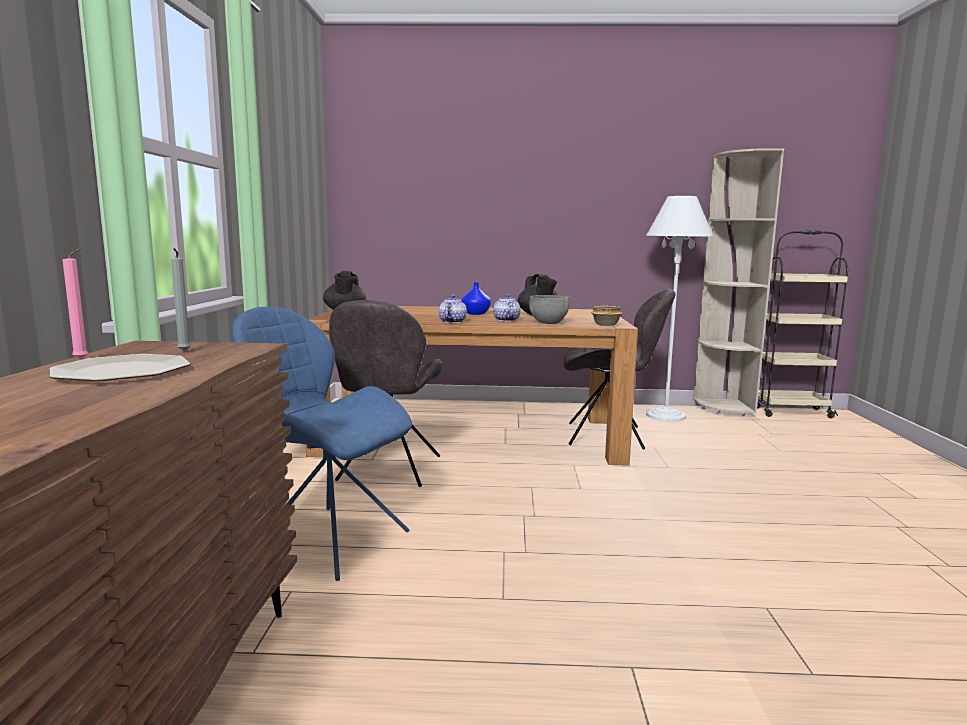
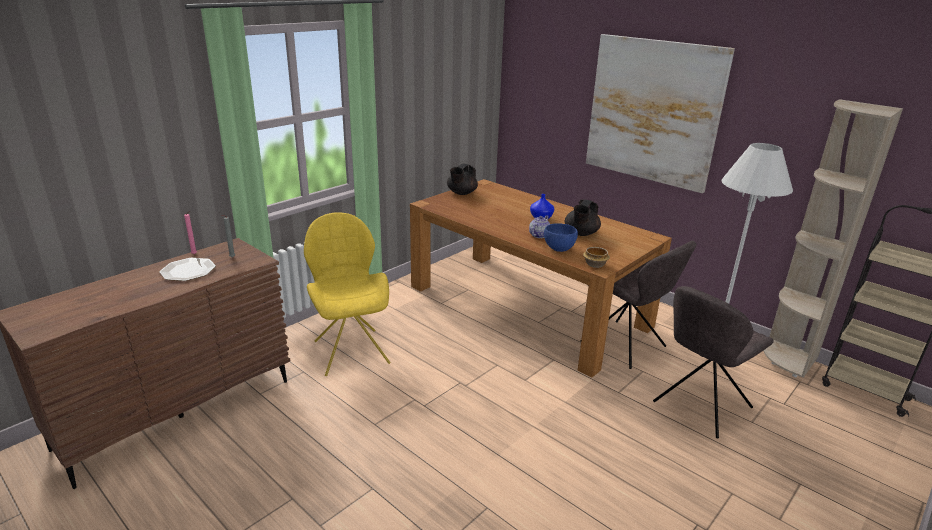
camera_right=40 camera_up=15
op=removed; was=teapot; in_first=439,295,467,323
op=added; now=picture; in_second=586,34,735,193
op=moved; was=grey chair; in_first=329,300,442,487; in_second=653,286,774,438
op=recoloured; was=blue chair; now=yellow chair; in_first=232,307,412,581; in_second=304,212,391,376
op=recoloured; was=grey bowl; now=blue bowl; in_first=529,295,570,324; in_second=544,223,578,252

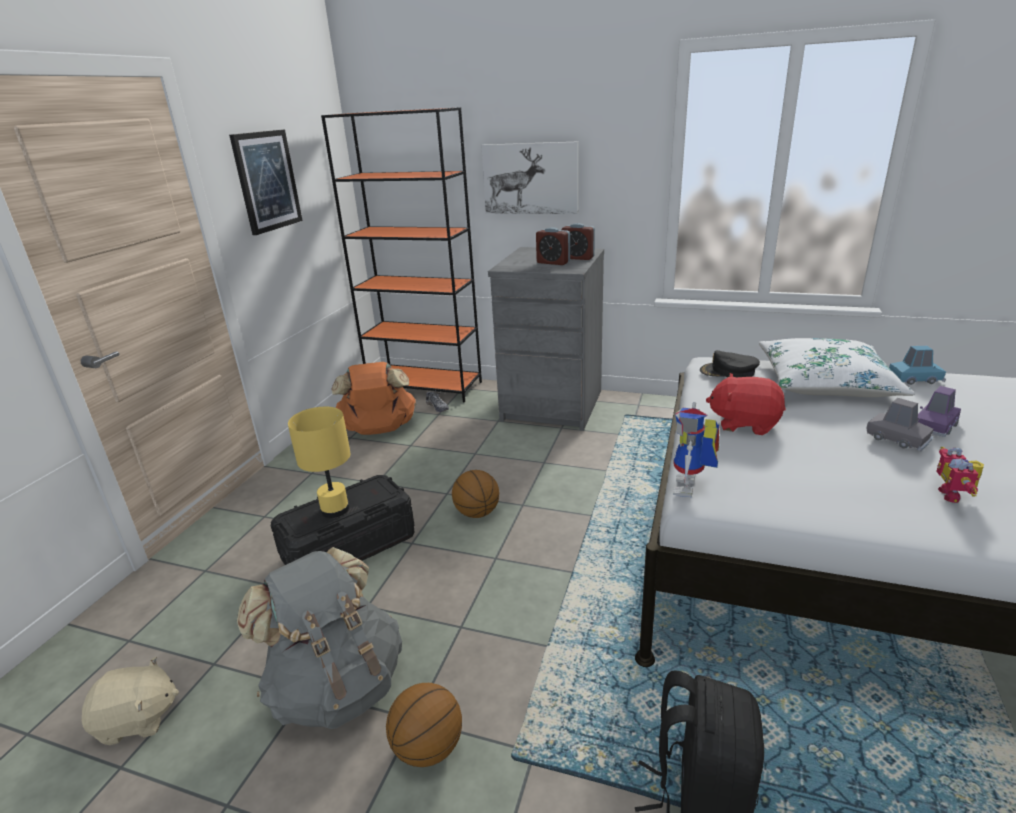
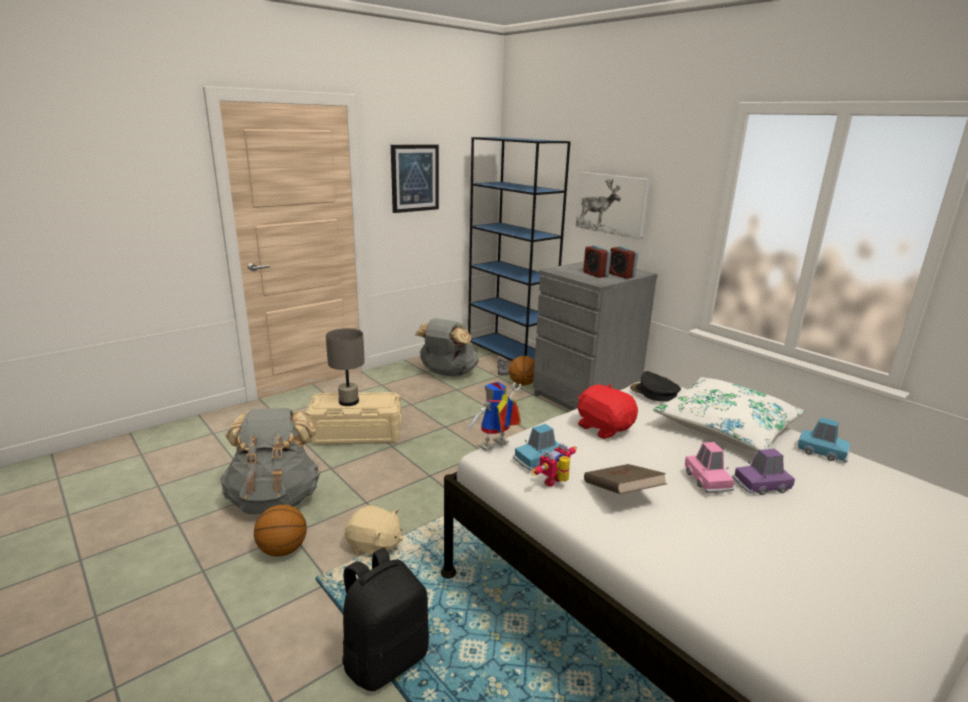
camera_right=30 camera_up=-5
op=added; now=blue toy car; in_second=513,424,564,470
op=added; now=brown book; in_second=584,464,667,494
op=moved; was=beige plush toy; in_first=82,656,179,745; in_second=345,505,403,556
op=moved; was=basketball; in_first=452,470,499,518; in_second=509,356,535,386
op=moved; was=toy robot; in_first=937,447,984,503; in_second=531,444,577,487
op=recoloured; was=black storage box; now=beige storage box; in_first=271,475,415,565; in_second=306,391,401,445
op=recoloured; was=yellow table lamp; now=grey table lamp; in_first=288,407,350,518; in_second=326,328,365,406
op=recoloured; was=orange bookcase; now=blue bookcase; in_first=321,107,482,402; in_second=468,137,571,361
op=recoloured; was=orange backpack; now=grey backpack; in_first=332,362,416,435; in_second=415,318,479,377
op=recoloured; was=grey toy car; now=pink toy car; in_first=867,398,933,451; in_second=685,442,735,494

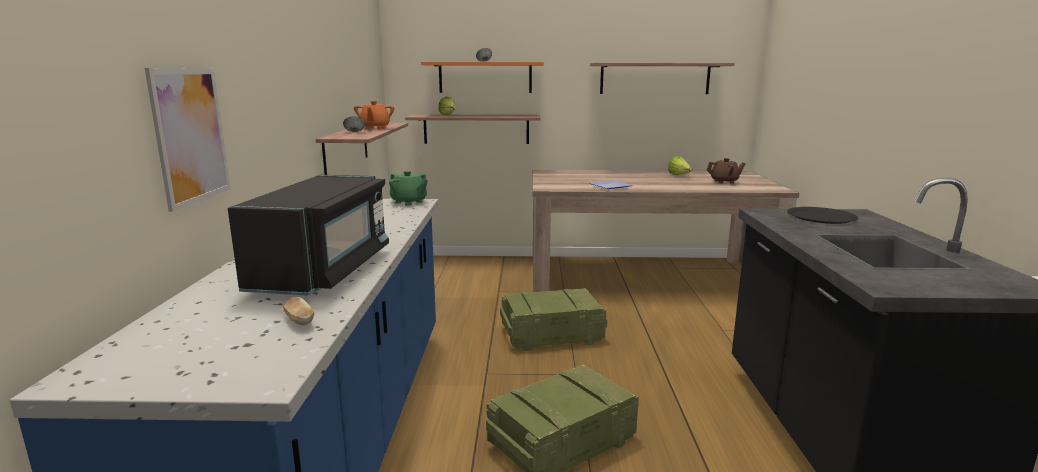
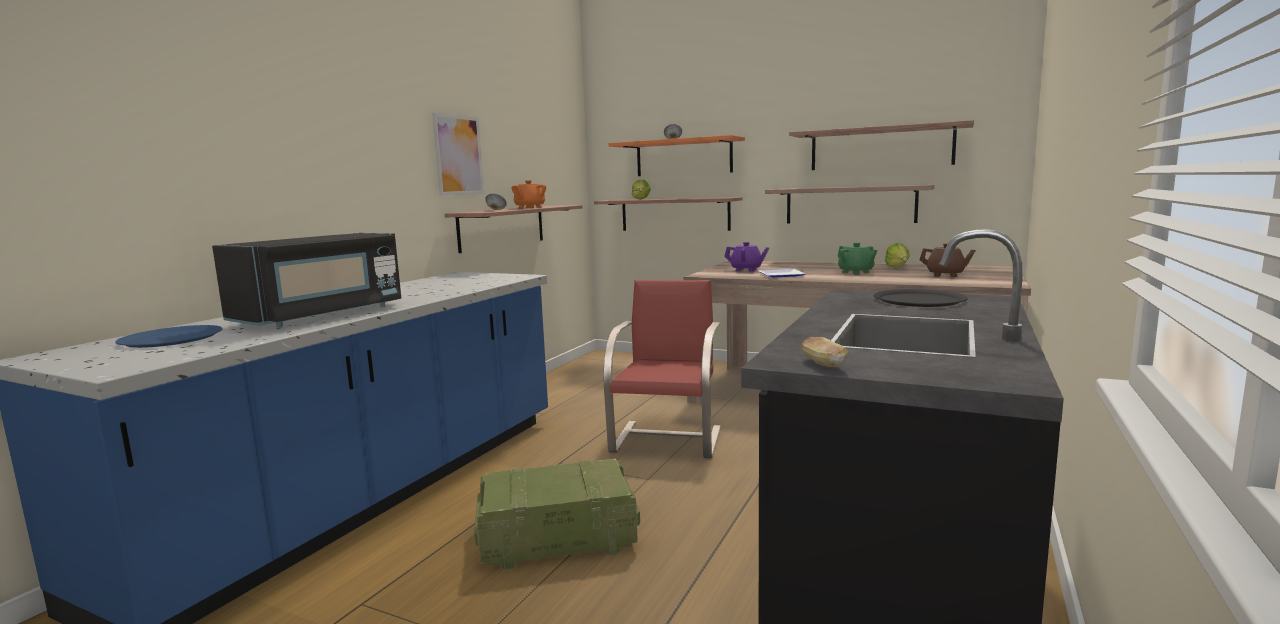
camera_right=25 camera_up=-5
op=added; now=blue plate; in_second=115,325,223,348
op=added; now=purple teapot; in_second=724,242,769,272
op=added; now=shelf; in_second=765,185,935,224
op=moved; was=picture; in_first=145,68,230,212; in_second=432,112,484,196
op=moved; was=bread; in_first=283,297,314,325; in_second=802,337,848,367
op=moved; was=green teapot; in_first=389,171,428,206; in_second=837,242,877,274
op=replaced; was=crate; now=red chair; in_first=500,289,607,351; in_second=603,280,721,459

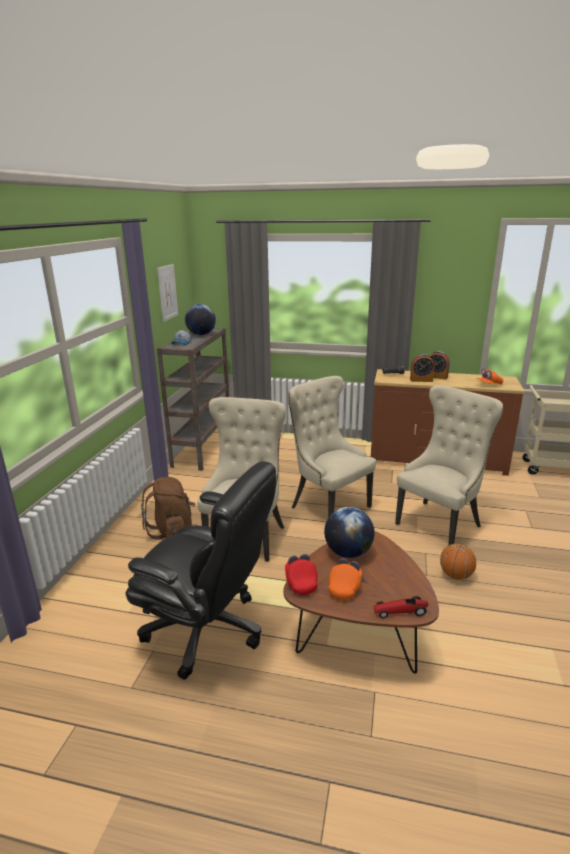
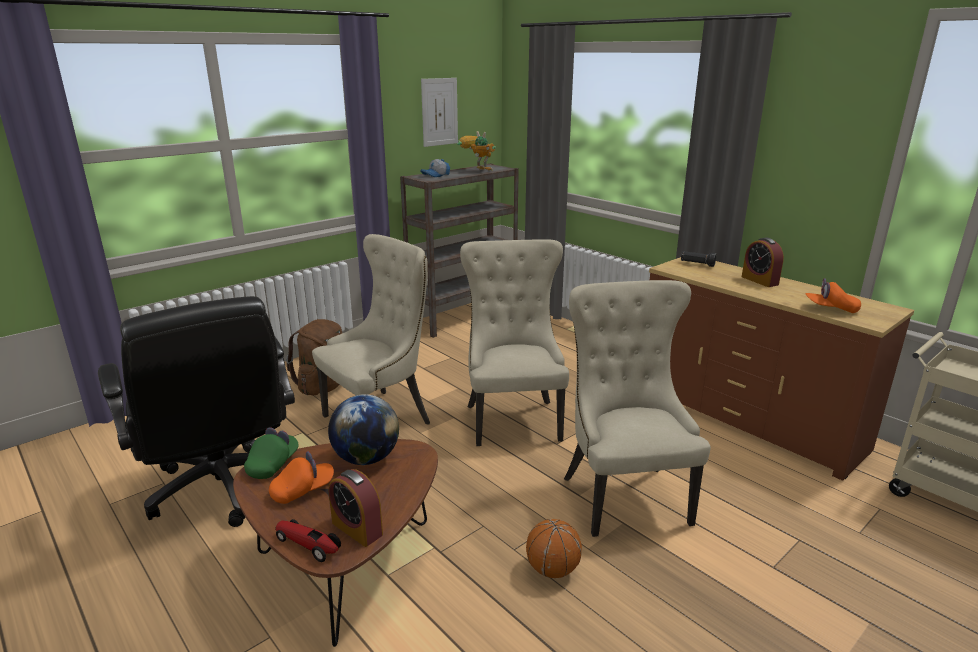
camera_right=35 camera_up=0
op=moved; was=alarm clock; in_first=410,354,435,382; in_second=329,469,383,547
op=replaced; was=globe; now=toy robot; in_first=185,304,216,335; in_second=457,131,496,171
op=recoloured; was=red cap; now=green cap; in_first=285,554,318,595; in_second=244,427,298,479
op=turned; was=beige chair; in_first=395,385,503,546; in_second=564,280,711,537; clockwise=-90

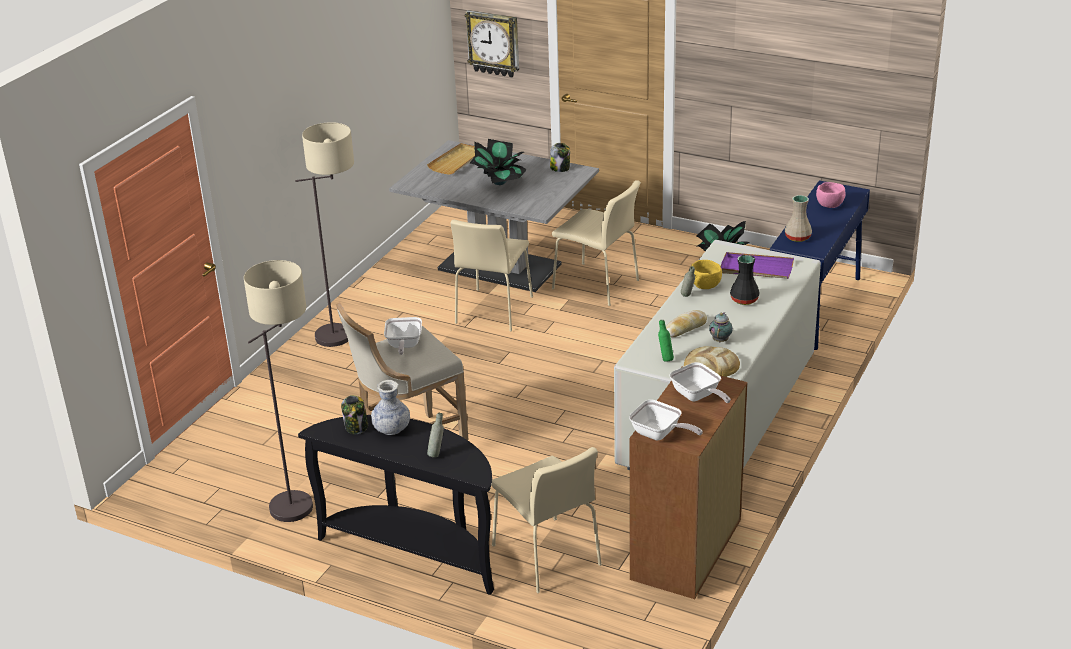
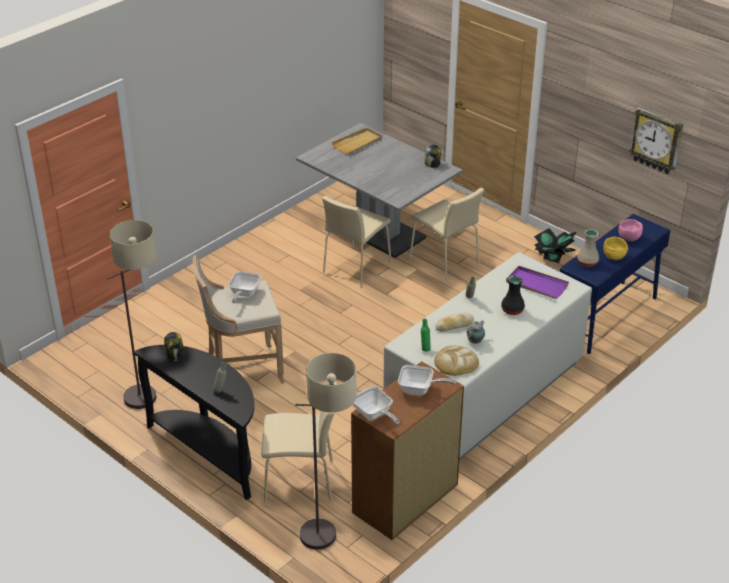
camera_right=15 camera_up=5
op=removed; was=vase; in_first=371,380,410,435
op=removed; was=potted plant; in_first=469,139,526,185
op=moved; was=beige floor lamp; in_first=295,122,354,347; in_second=295,353,356,549
op=moved; was=wall clock; in_first=465,10,519,77; in_second=629,107,683,174
op=moved; was=yellow bowl; in_first=691,260,722,289; in_second=603,237,628,260
op=turned; was=beige chair; in_first=491,447,602,593; in_second=261,381,337,502; clockwise=-75
op=turned; was=frying pan; in_first=669,362,731,403; in_second=398,365,456,395; clockwise=-60

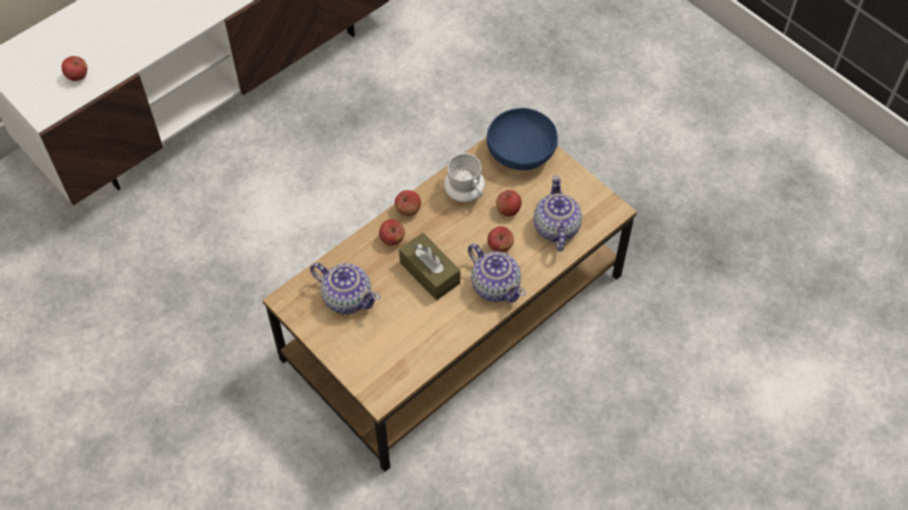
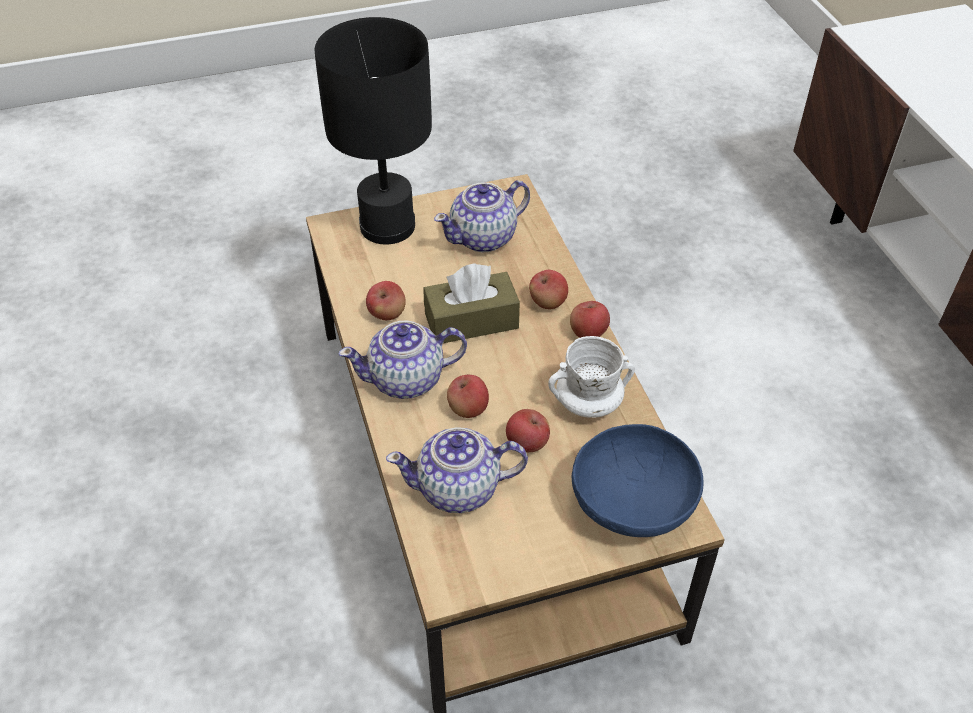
camera_right=115 camera_up=-10
op=added; now=black table lamp; in_second=315,17,432,245
op=moved; was=apple; in_first=62,56,87,81; in_second=366,281,406,320
op=turned; was=teapot; in_first=533,175,582,252; in_second=386,427,528,513; clockwise=150

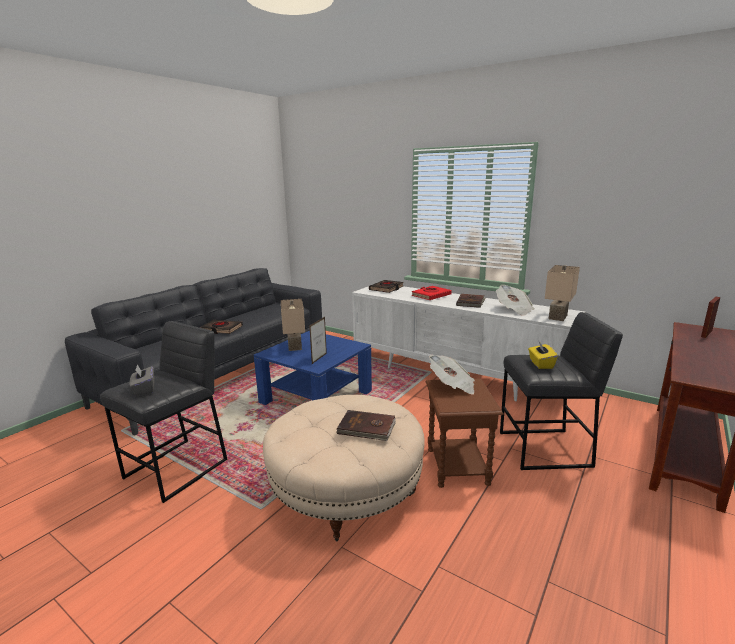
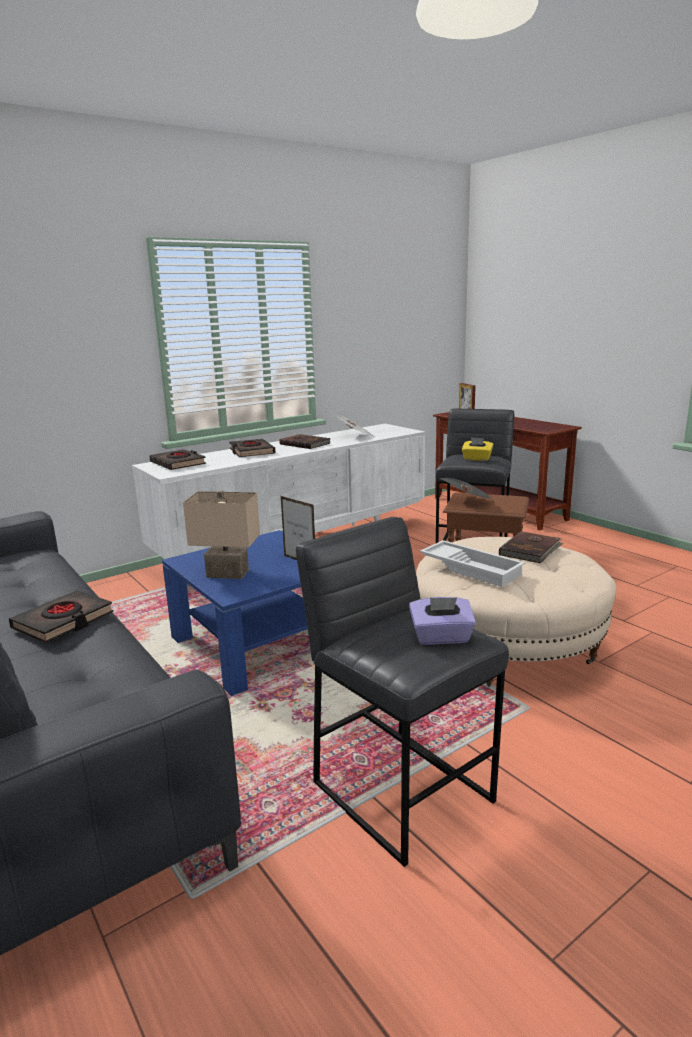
camera_right=-70 camera_up=0
op=removed; was=beige table lamp; in_first=545,265,580,321
op=added; now=white tray; in_second=420,540,525,587
op=recoloured; was=grey tissue box; now=purple tissue box; in_first=130,364,154,396; in_second=409,597,476,645
op=recoloured; was=red book; now=black book; in_first=411,286,452,300; in_second=229,439,275,457

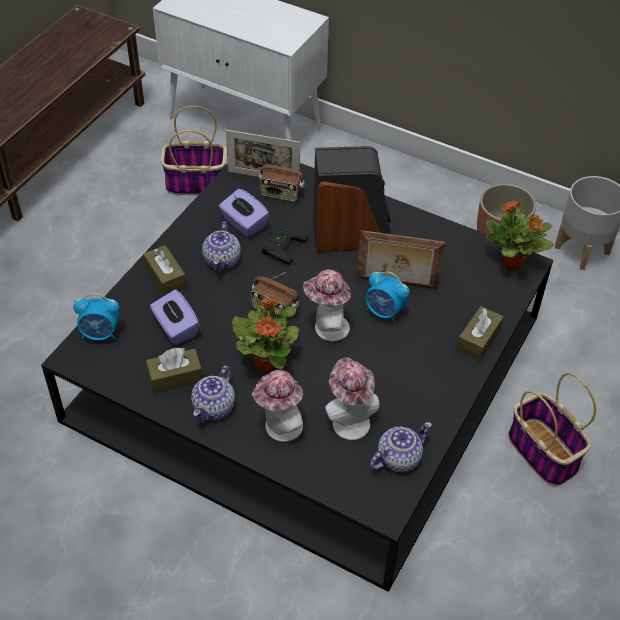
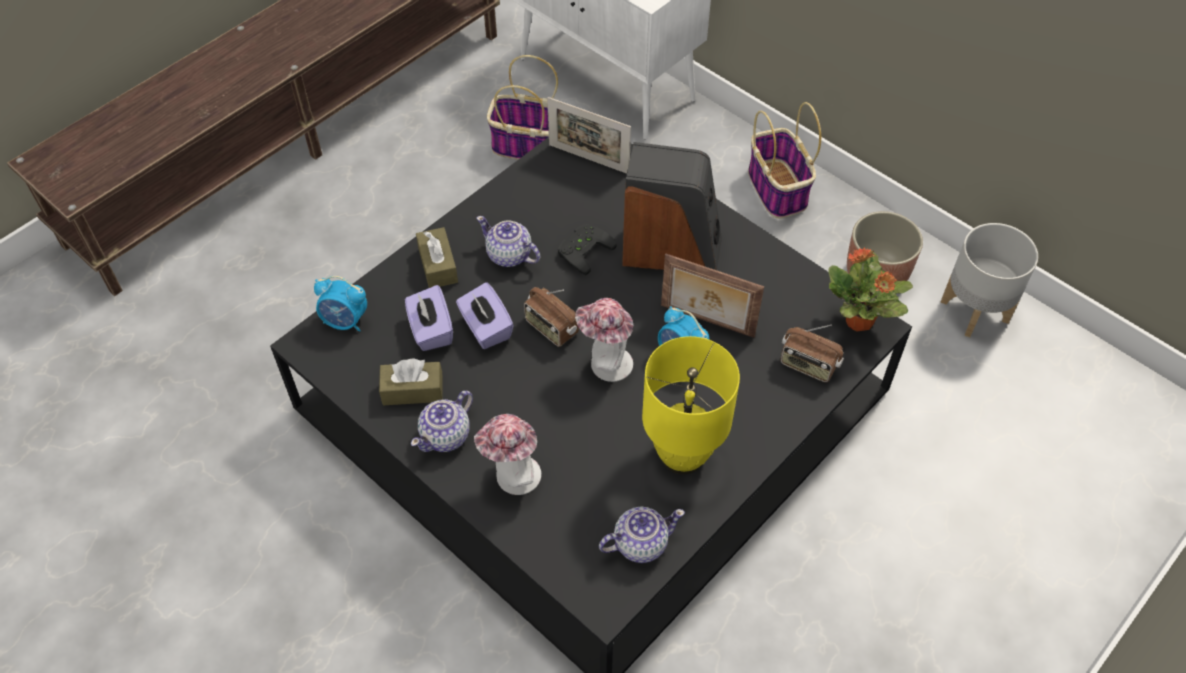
camera_right=15 camera_up=5
op=removed; was=potted plant; in_first=232,298,299,372
op=removed; was=hat; in_first=325,358,380,440
op=removed; was=brown tissue box; in_first=457,306,504,361
op=added; now=yellow table lamp; in_second=642,336,740,475
op=moved; was=purple tissue box; in_first=219,189,269,238; in_second=456,282,514,349
op=moved; was=radio; in_first=259,155,305,202; in_second=780,325,844,382
op=moved; was=basket; in_first=508,373,596,486; in_second=748,102,821,219
op=turned; was=teapot; in_first=202,222,241,272; in_second=476,216,540,267; clockwise=105

